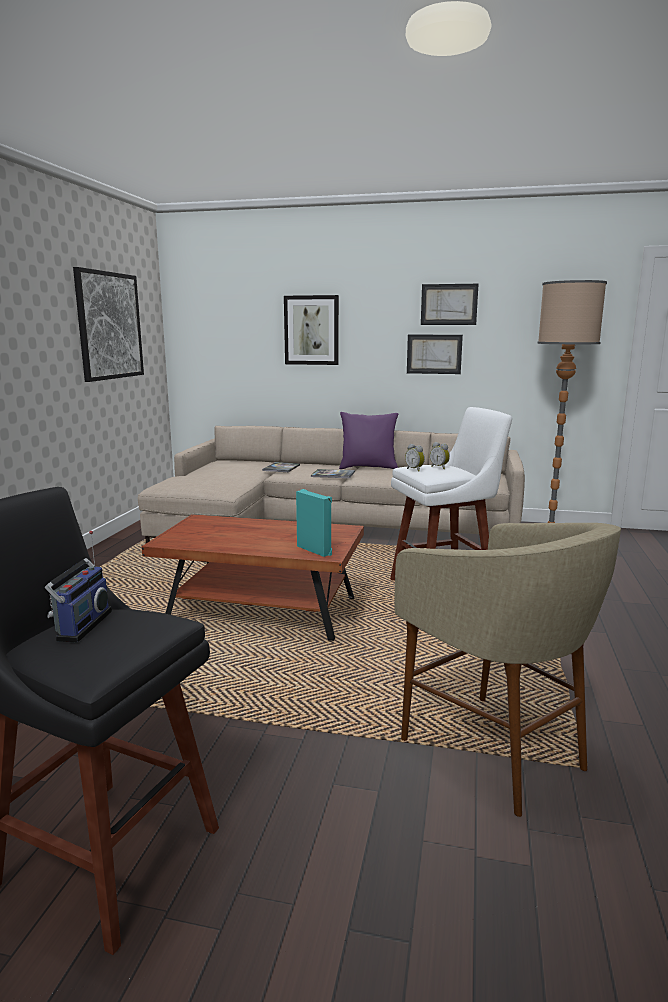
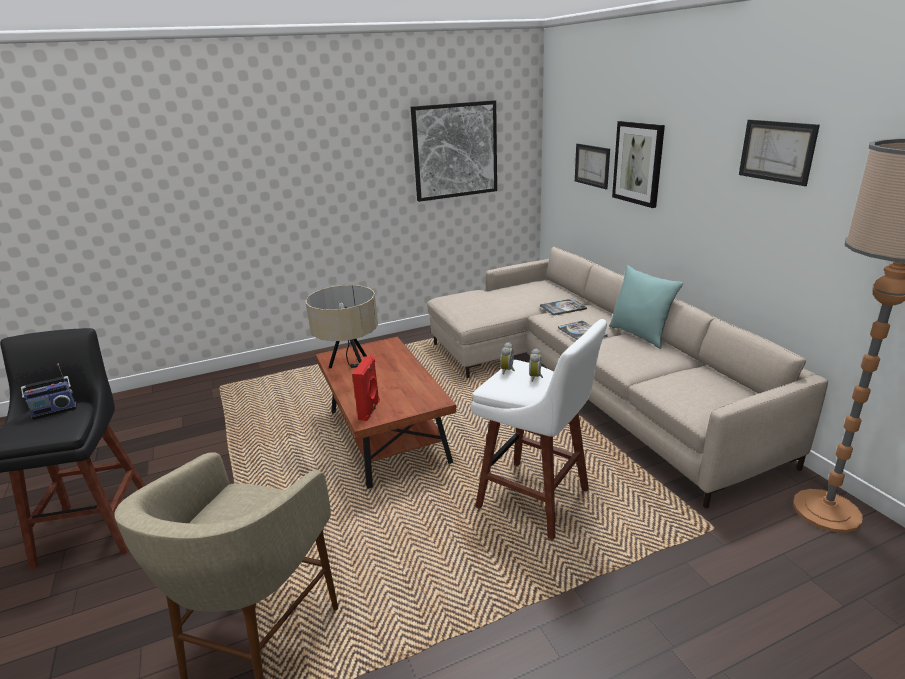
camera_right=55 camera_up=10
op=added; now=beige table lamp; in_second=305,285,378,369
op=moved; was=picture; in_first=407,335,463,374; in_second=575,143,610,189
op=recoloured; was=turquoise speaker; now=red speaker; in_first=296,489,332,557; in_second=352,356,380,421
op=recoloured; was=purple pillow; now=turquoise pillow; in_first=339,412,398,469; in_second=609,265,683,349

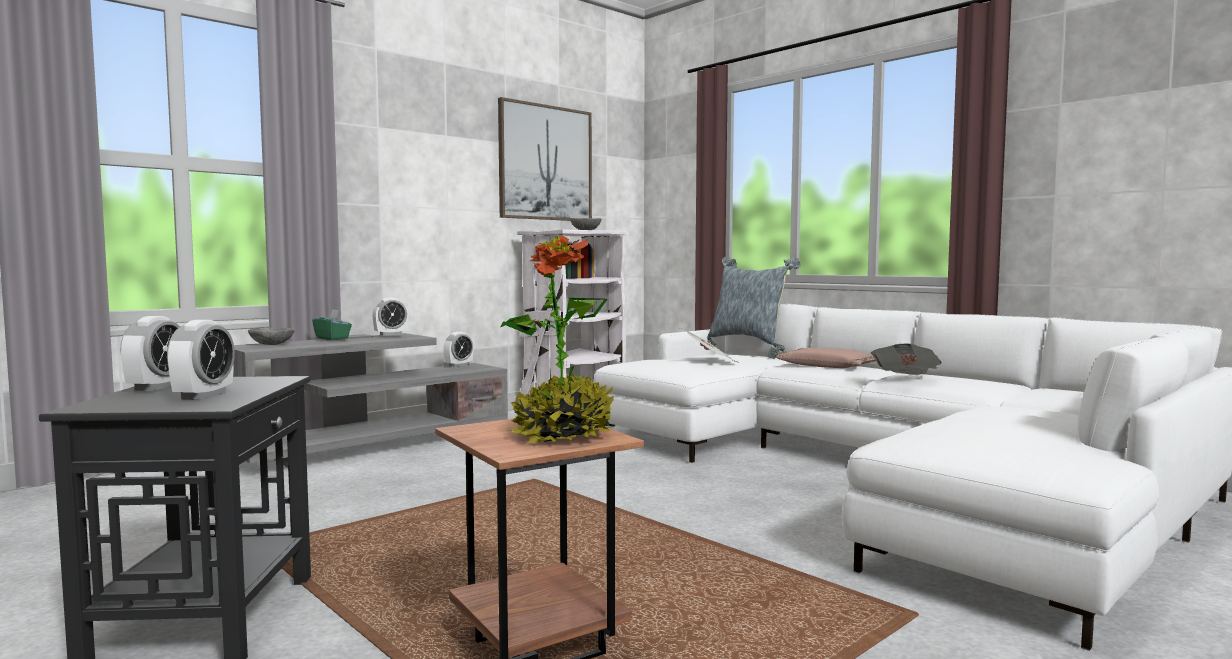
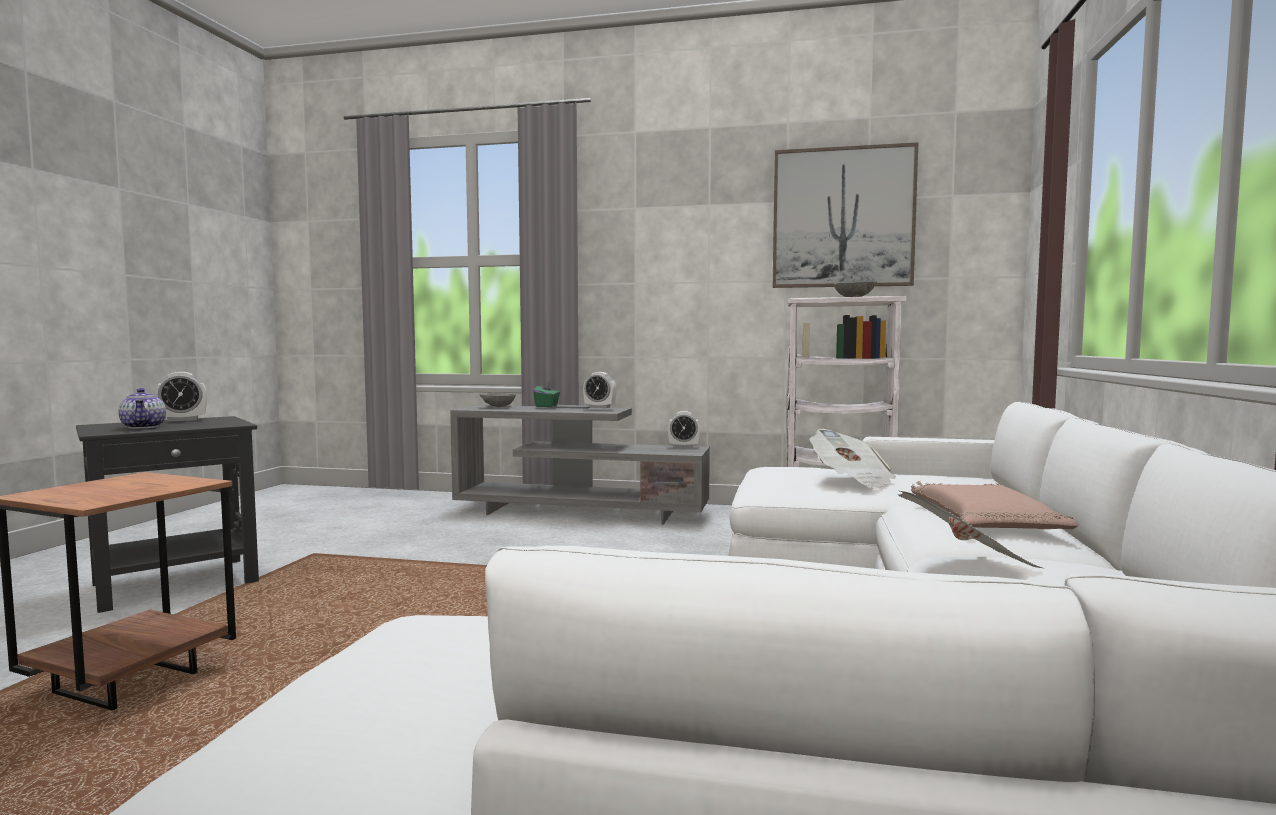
camera_right=55 camera_up=0
op=removed; was=potted plant; in_first=500,235,614,444
op=removed; was=pillow; in_first=707,256,801,359
op=replaced; was=alarm clock; now=teapot; in_first=167,320,235,400; in_second=118,388,166,429

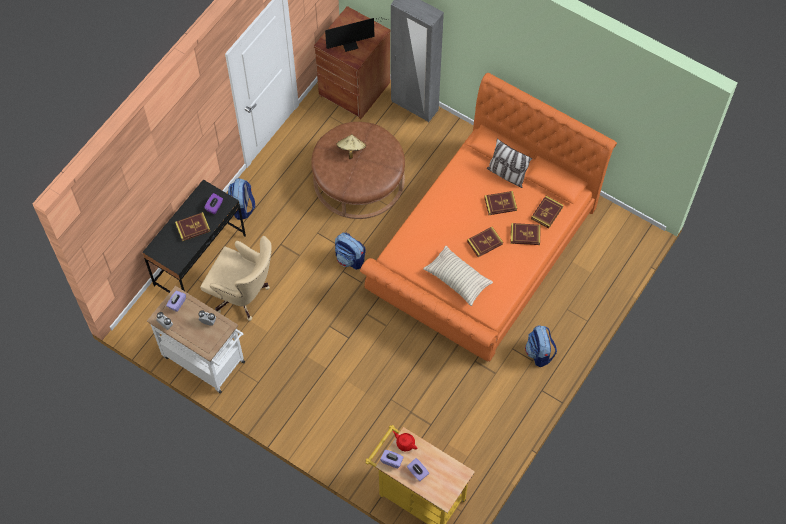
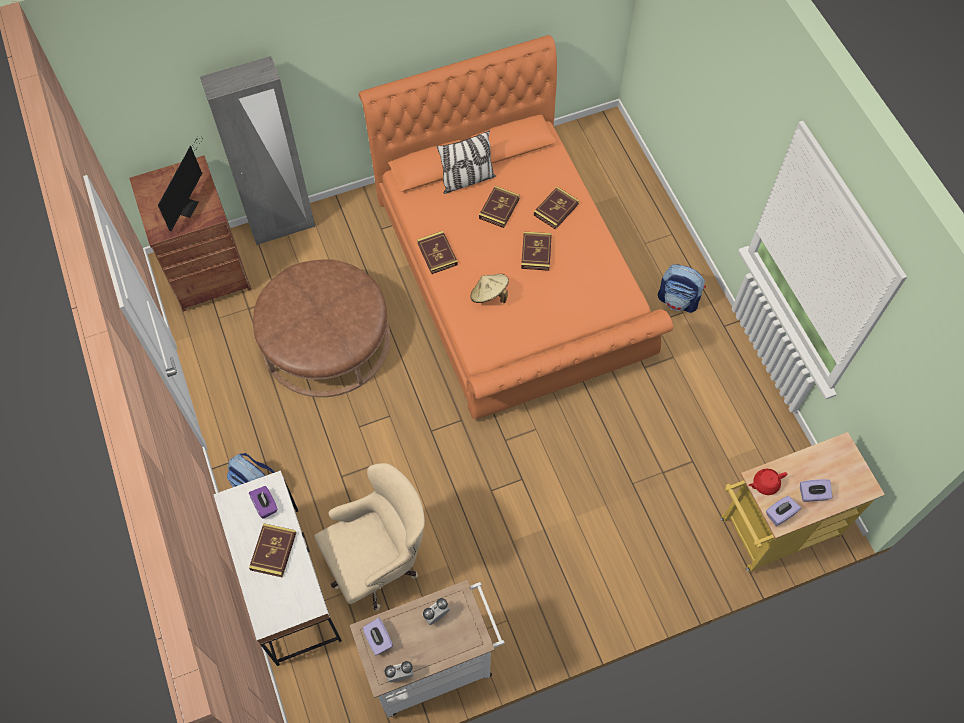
camera_right=-55 camera_up=0
op=removed; was=backpack; in_first=335,233,366,270
op=removed; was=pillow; in_first=423,246,493,306
op=moved; was=beige hat; in_first=337,134,366,159; in_second=470,274,509,303
op=moved; was=book; in_first=531,196,563,229; in_second=417,231,458,274
op=recoloured; was=black desk; now=white desk; in_first=142,179,246,293; in_second=213,471,342,666

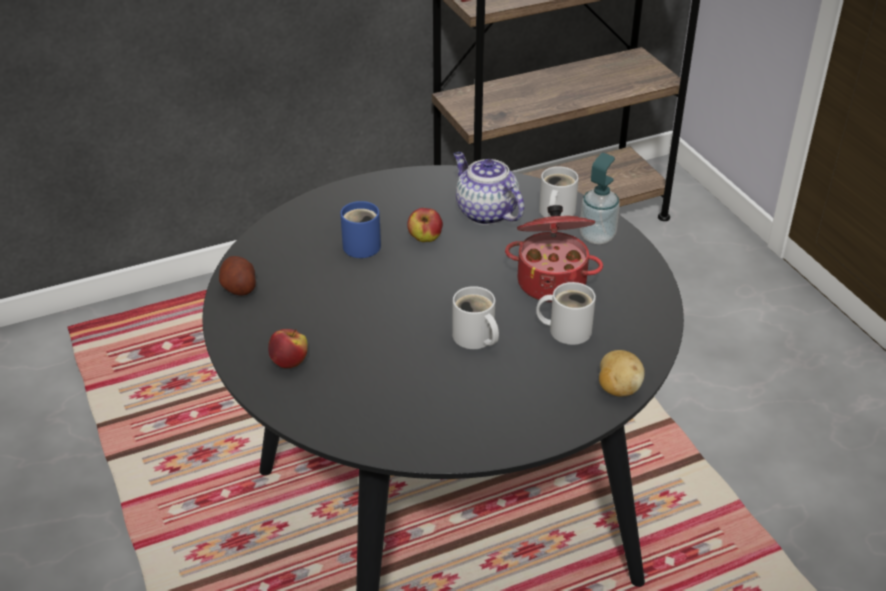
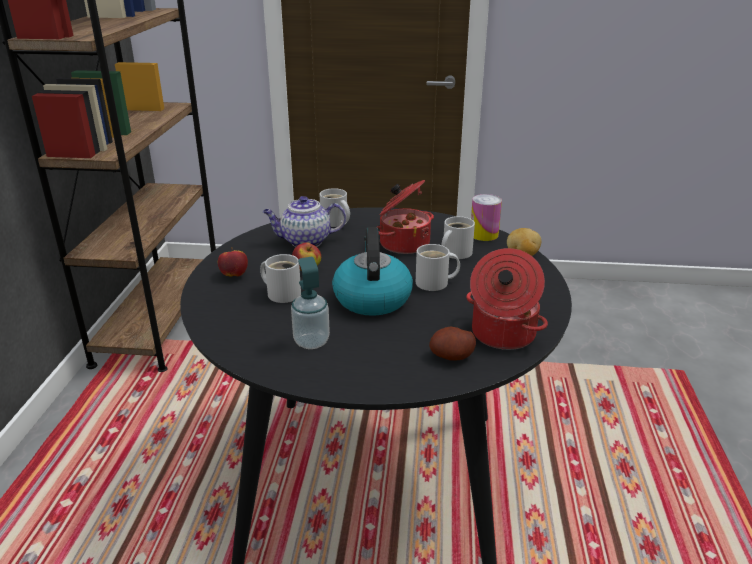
camera_right=-60 camera_up=-10
op=added; now=kettle; in_second=332,227,413,316
op=added; now=cooking pot; in_second=466,248,548,350
op=added; now=can; in_second=471,194,502,241
op=moved; was=potato; in_first=219,256,256,295; in_second=429,327,476,361
op=moved; was=apple; in_first=268,329,308,368; in_second=218,247,248,277
op=moved; was=soap dispenser; in_first=580,153,620,244; in_second=291,257,330,349
op=recoloured; was=blue mug; now=white mug; in_first=340,201,381,258; in_second=260,254,301,303

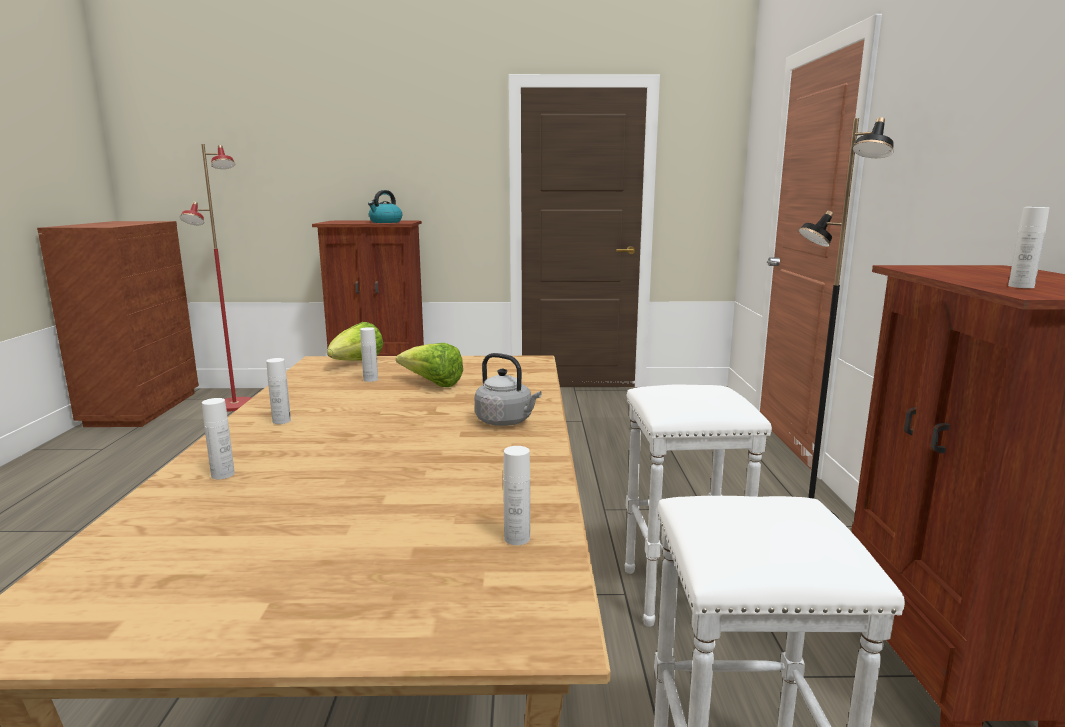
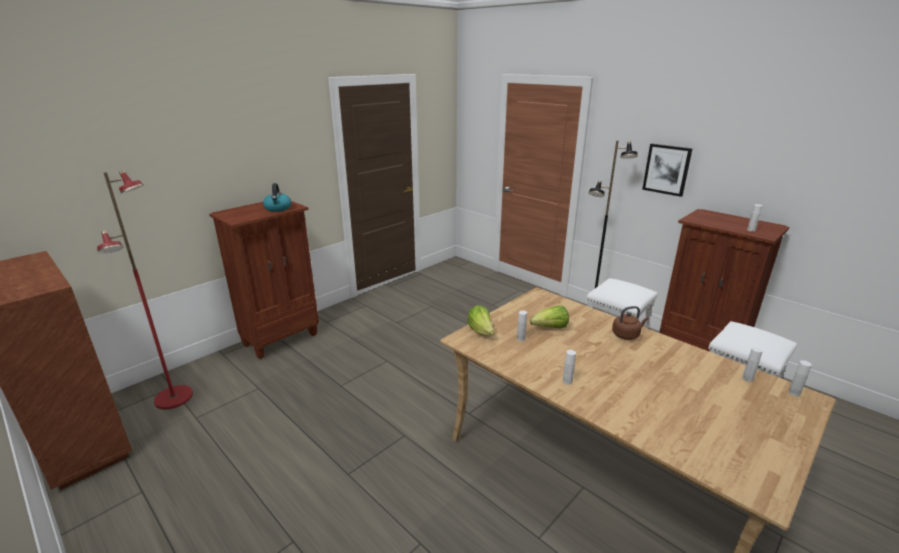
camera_right=-45 camera_up=10
op=added; now=picture; in_second=642,143,693,197
op=moved; was=white bottle; in_first=202,398,235,479; in_second=788,360,812,396
op=recoloured; was=grey kettle; now=brown kettle; in_first=475,353,541,426; in_second=612,306,649,340

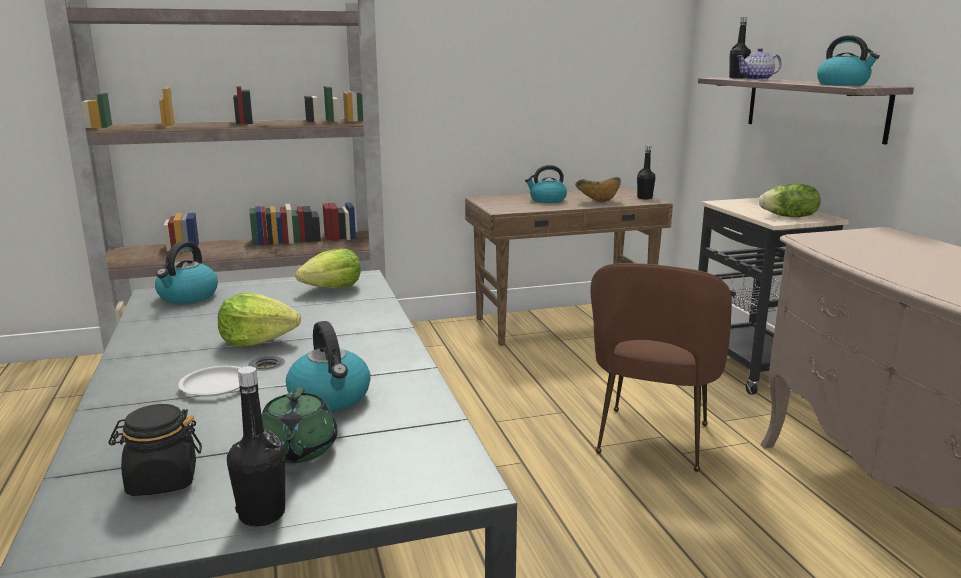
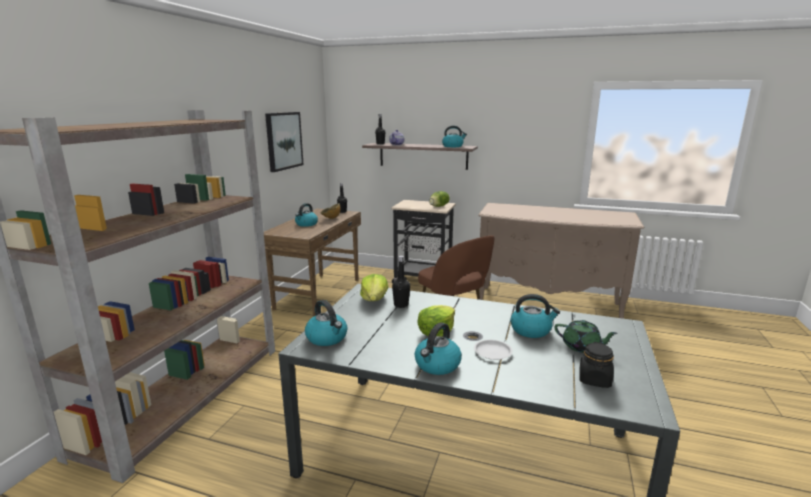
camera_right=-55 camera_up=0
op=added; now=picture; in_second=265,112,304,172
op=added; now=kettle; in_second=415,322,462,375
op=moved; was=black bottle; in_first=227,366,285,527; in_second=392,255,410,308

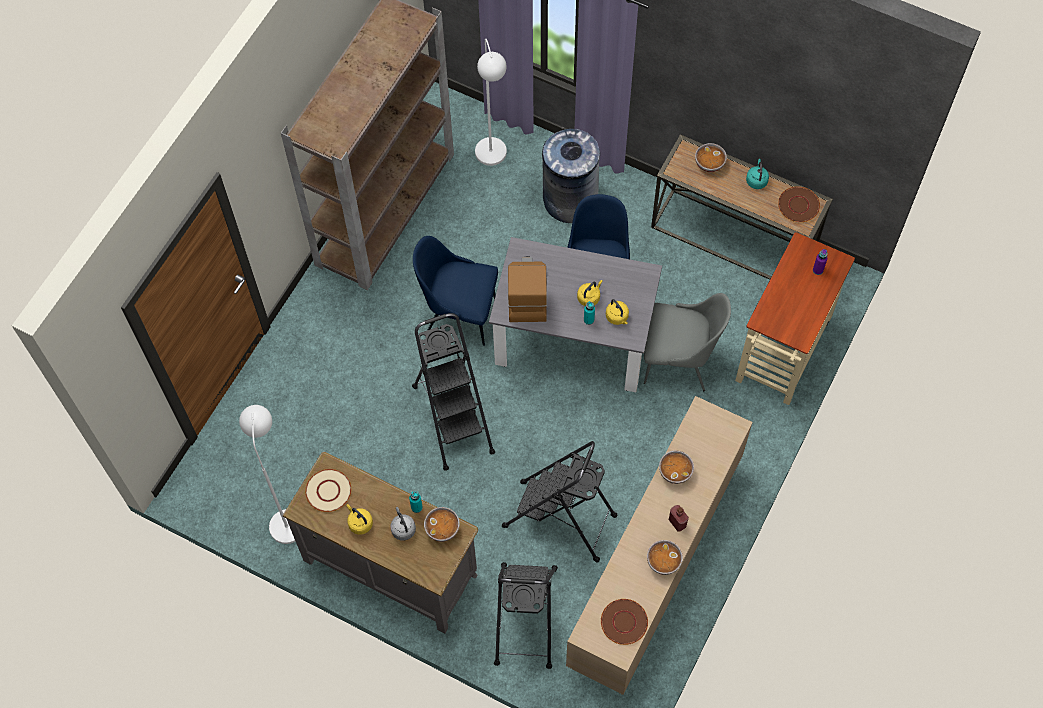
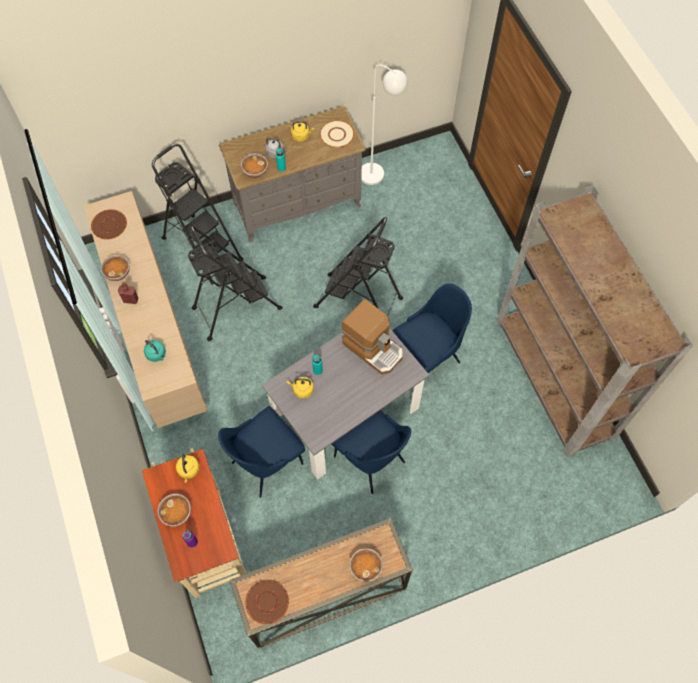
camera_right=130 camera_up=0
op=removed; was=white floor lamp; in_first=475,39,507,166
op=removed; was=grey trash can; in_first=542,129,600,223
op=moved; was=yellow kettle; in_first=577,280,603,306; in_second=176,454,200,483
op=moved; was=bowl; in_first=659,451,694,484; in_second=158,494,191,527
op=moved; was=turquoise kettle; in_first=746,159,769,189; in_second=144,340,166,362
op=recoloured; was=grey chair; now=blue chair; in_first=644,293,731,392; in_second=218,406,305,498

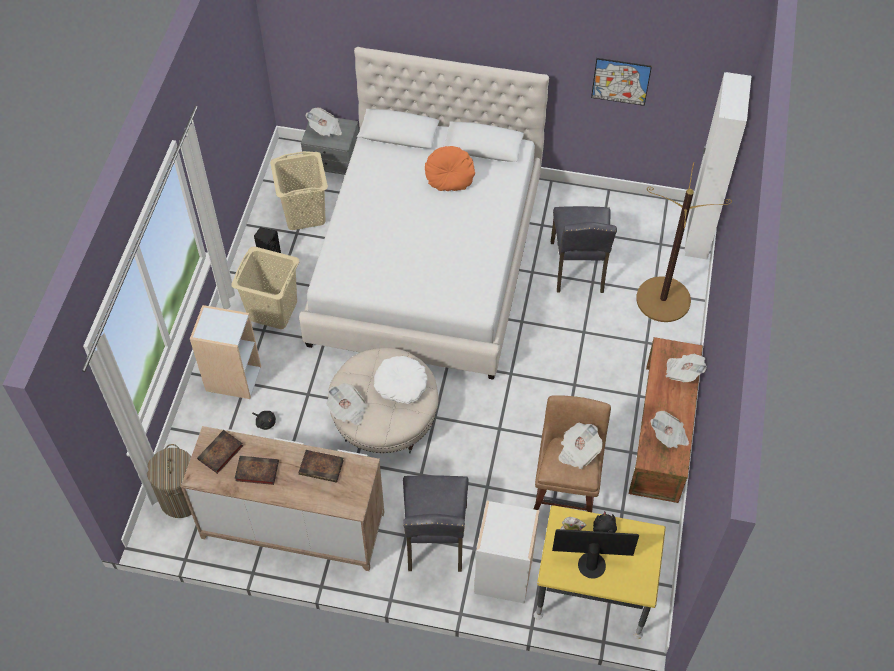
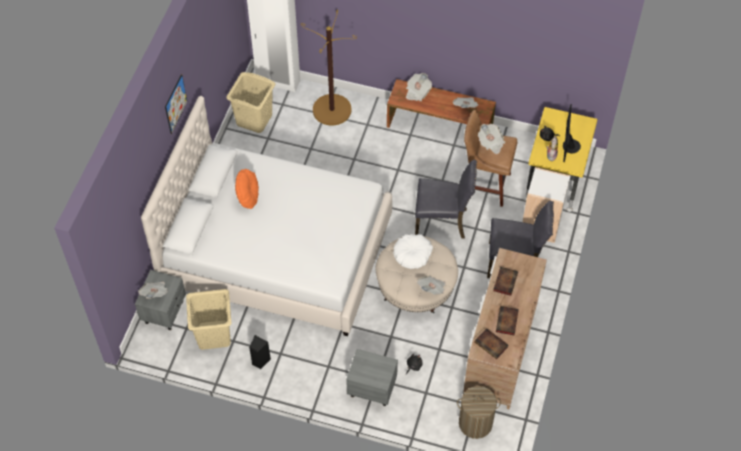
camera_right=-85 camera_up=0
op=moved; was=beige laundry basket; in_first=231,246,299,329; in_second=226,72,275,133
op=moved; was=grey chair; in_first=551,206,617,293; in_second=415,160,477,239
op=moved; was=picture; in_first=591,58,652,106; in_second=165,74,187,134
op=replaced; was=bookcase; now=grey nightstand; in_first=190,305,261,399; in_second=346,349,398,406

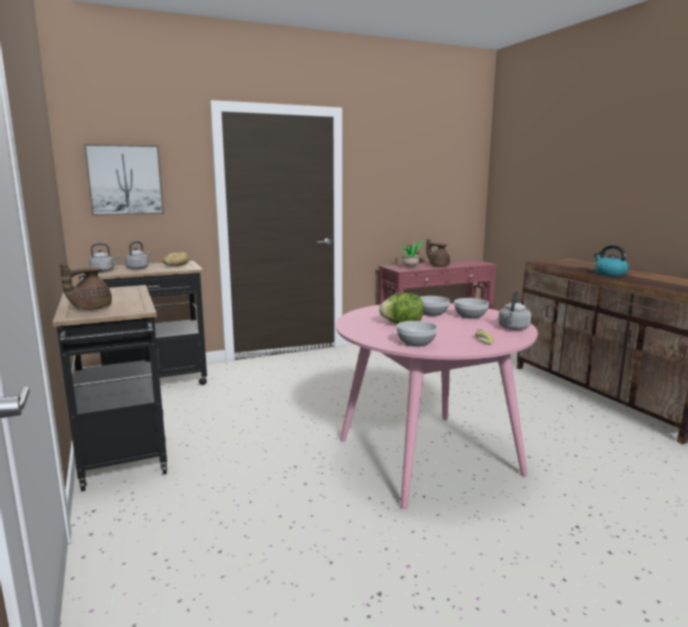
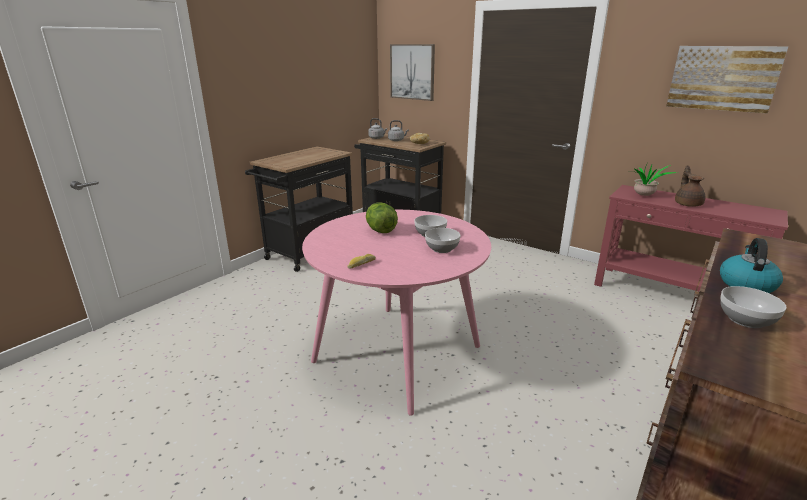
camera_right=60 camera_up=10
op=removed; was=brown teapot; in_first=60,263,112,310
op=removed; was=grey kettle; in_first=498,290,531,330
op=added; now=picture; in_second=666,46,788,114
op=moved; was=bowl; in_first=397,321,437,347; in_second=720,286,787,328

